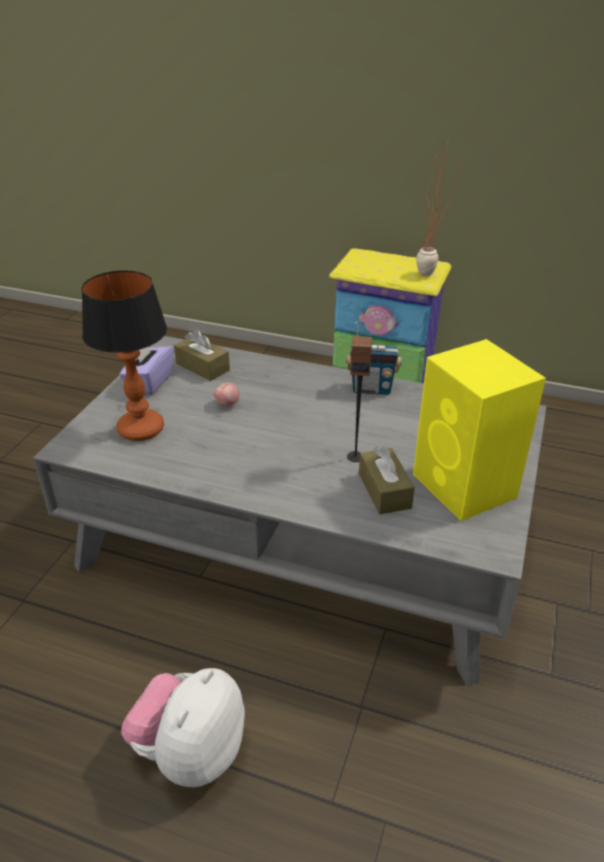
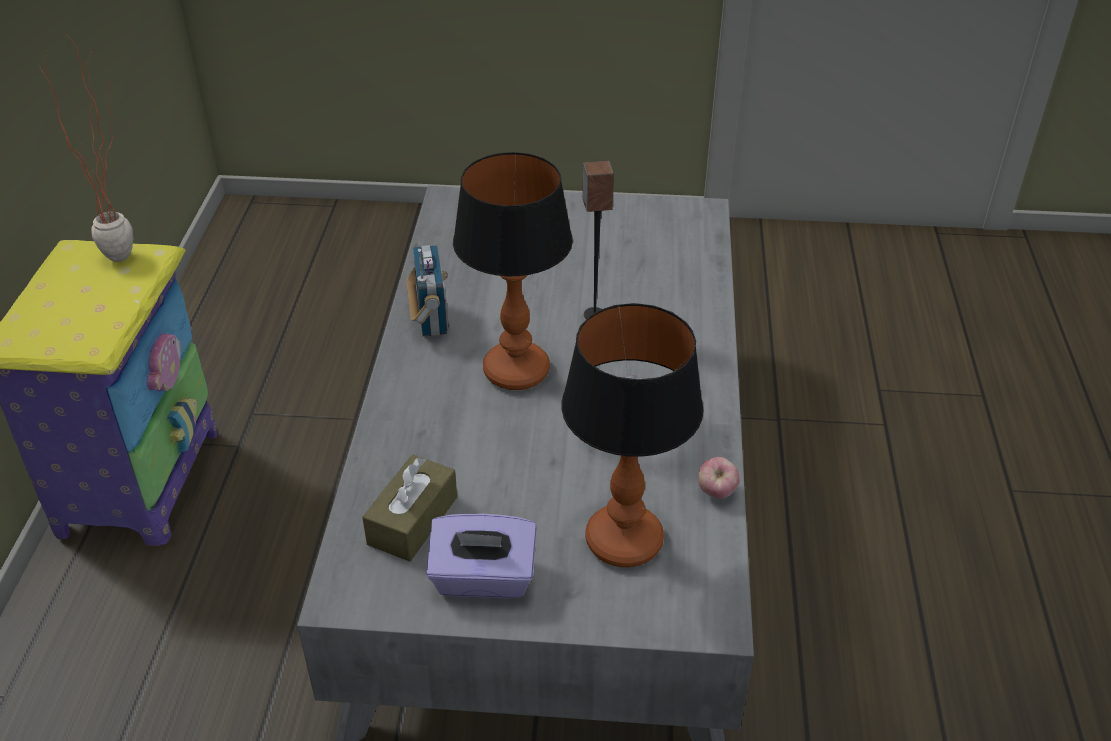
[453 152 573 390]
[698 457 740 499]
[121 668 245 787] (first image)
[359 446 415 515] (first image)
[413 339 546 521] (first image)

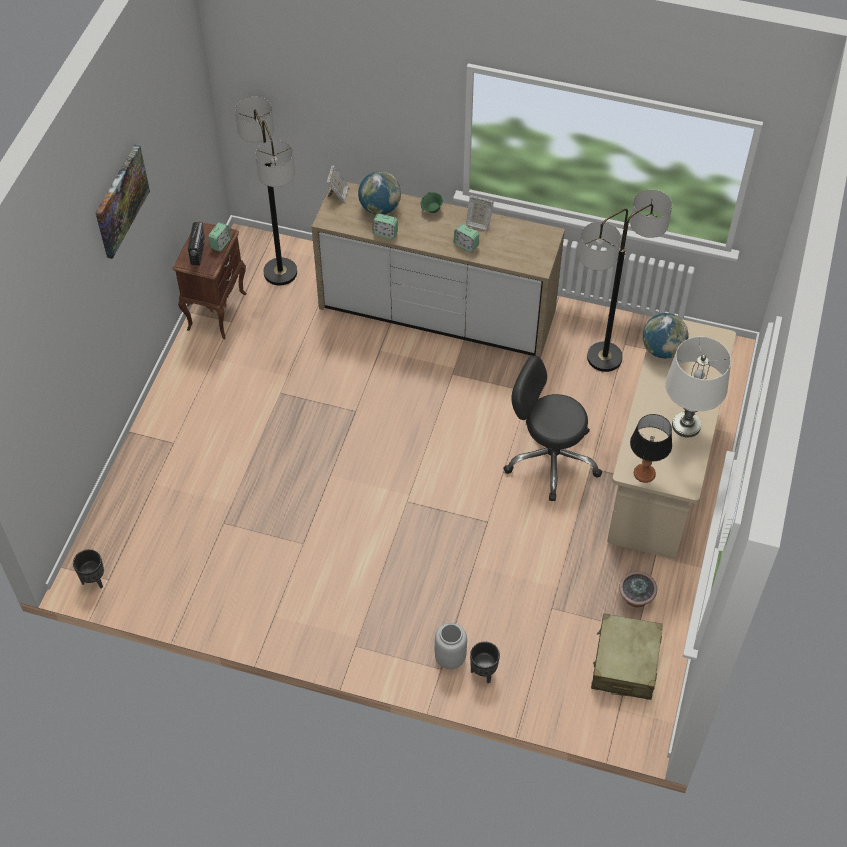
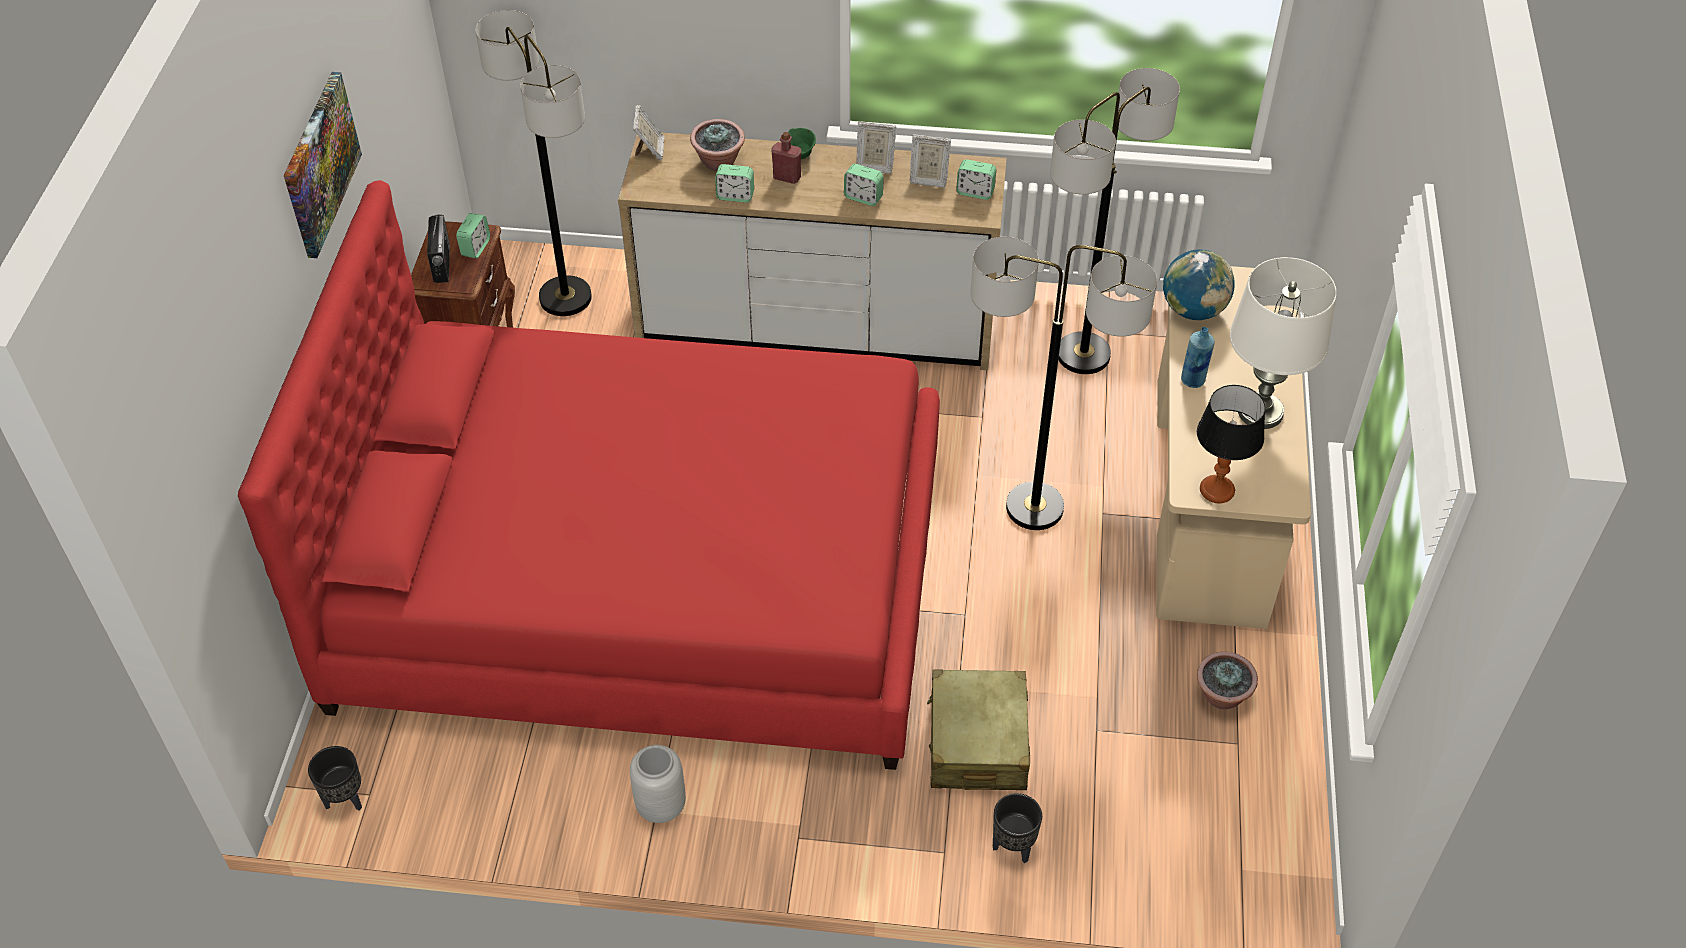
[238 180 940 770]
[630 745 686 823]
[690 119 745 171]
[771 132 801 184]
[910 135 951 188]
[927 670 1030 790]
[956 159 996 200]
[971 237 1157 530]
[1181 327 1215 388]

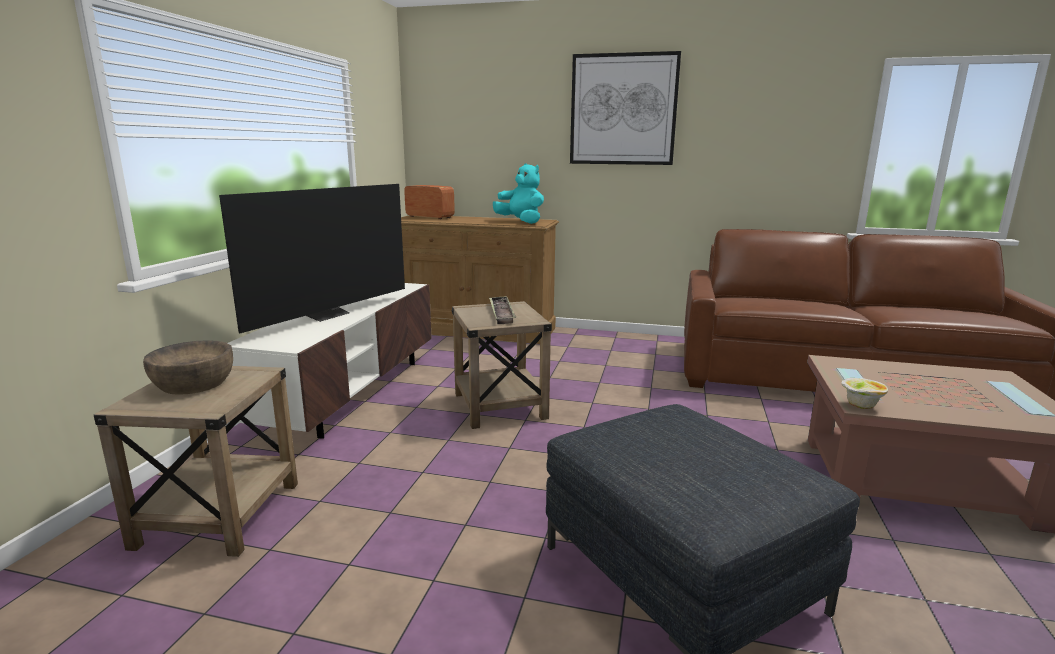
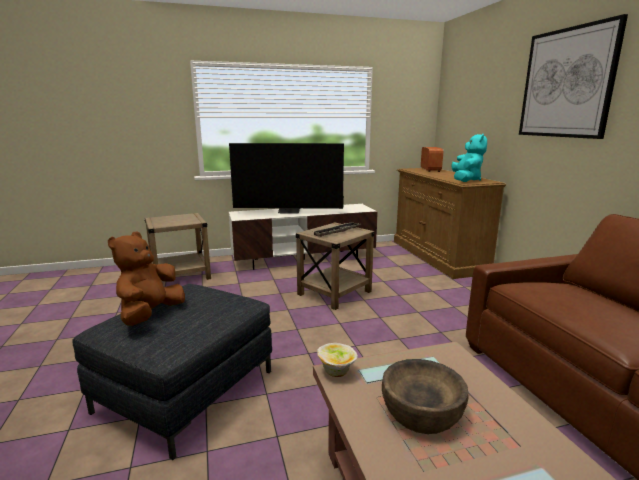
[108 232 185 326]
[382 359 469 434]

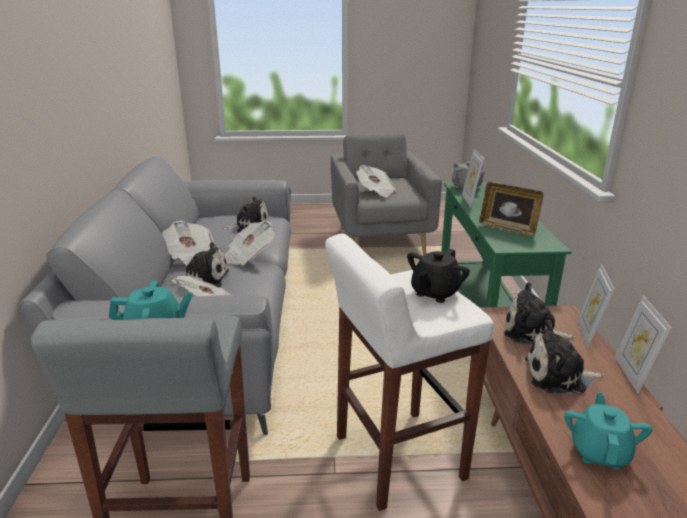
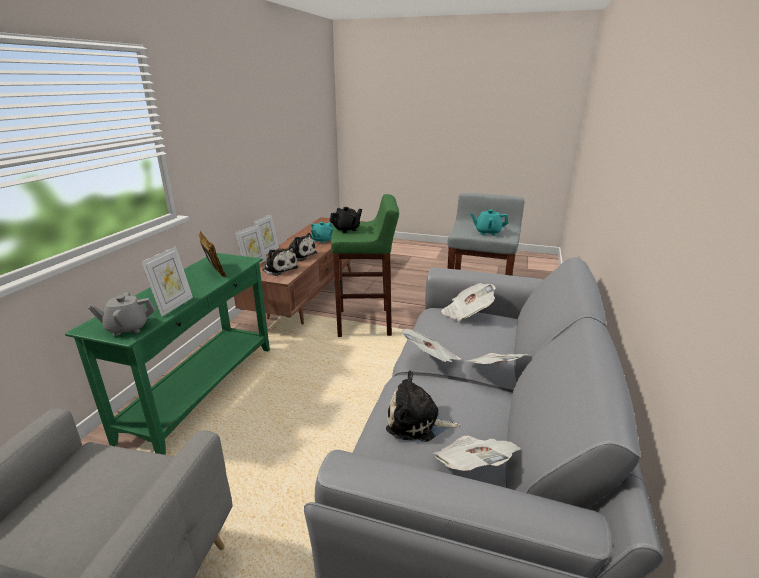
[331 194 399 337]
[433 435 521 471]
[169 242 229 287] (first image)

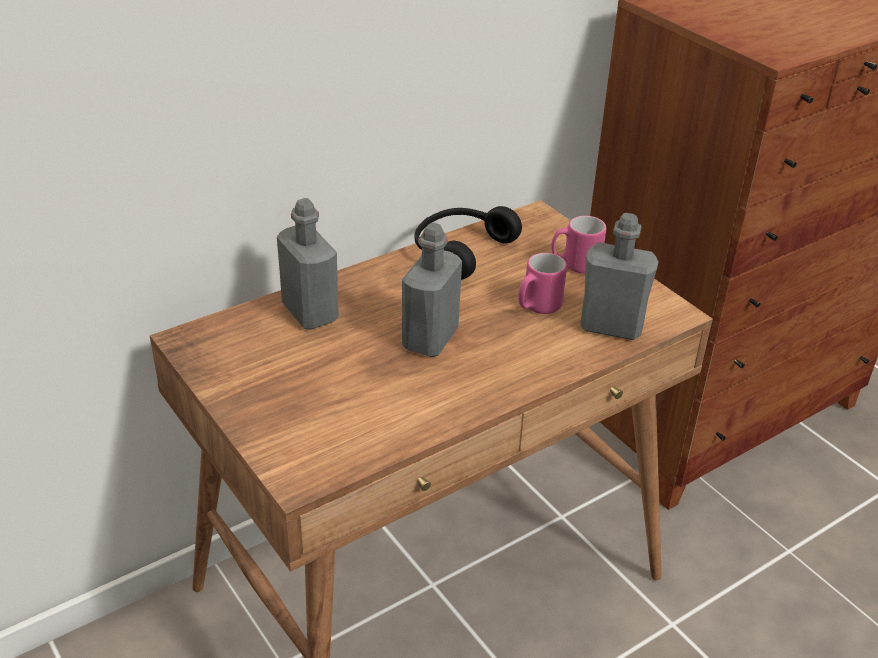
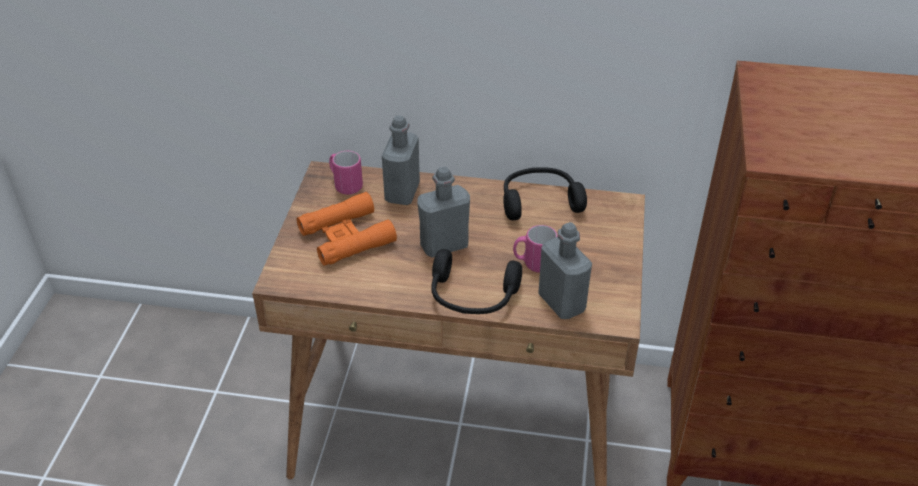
[297 192 397 266]
[329 151 363 195]
[431 249 522 314]

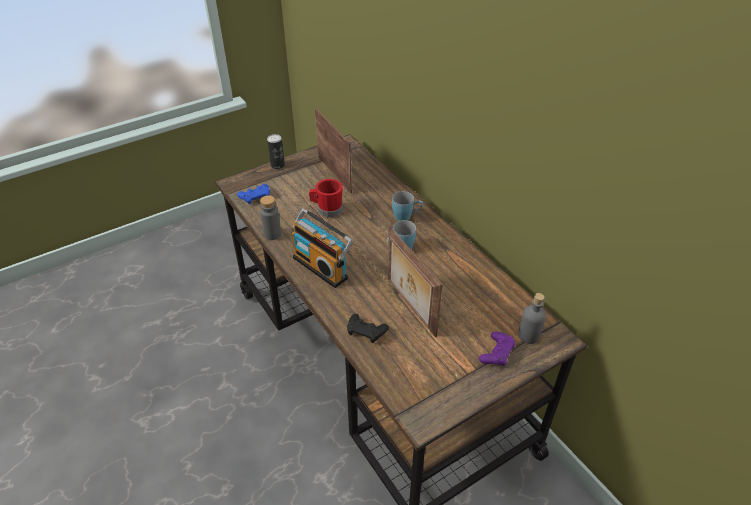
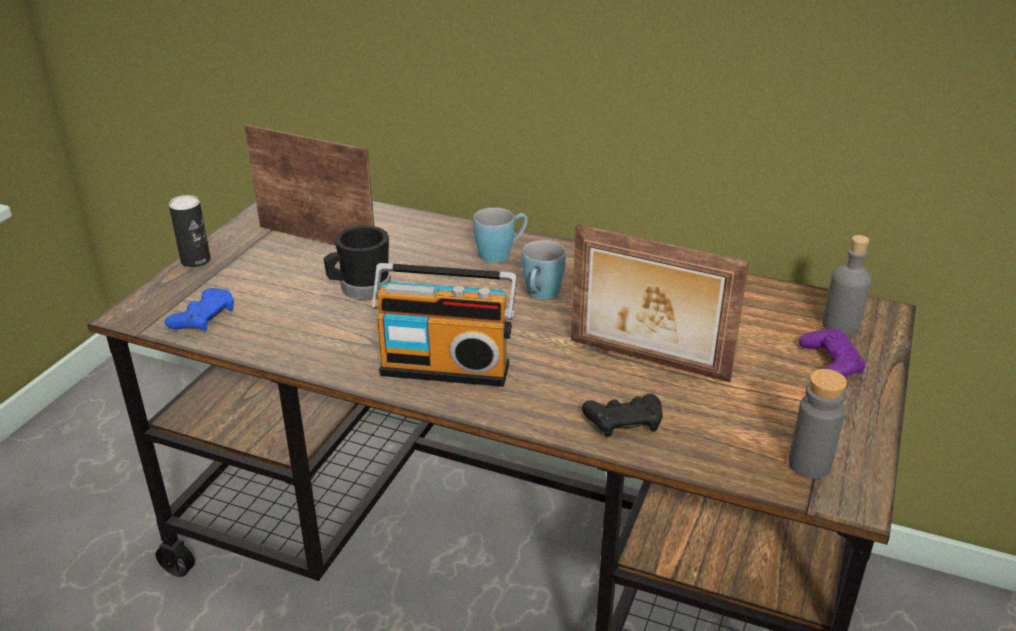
[323 225 391 300]
[789 369 847 479]

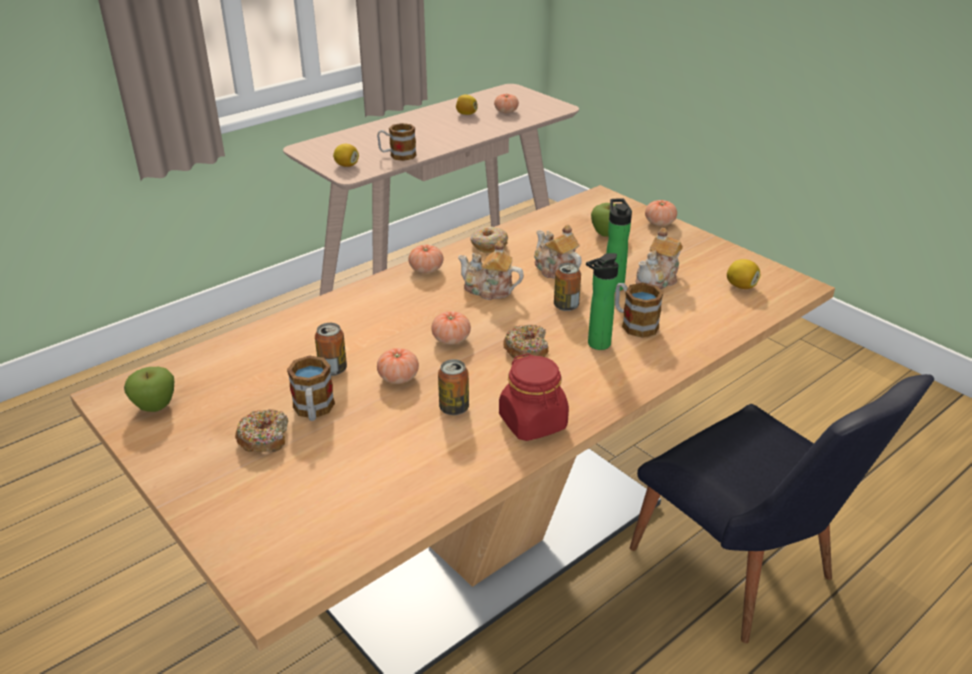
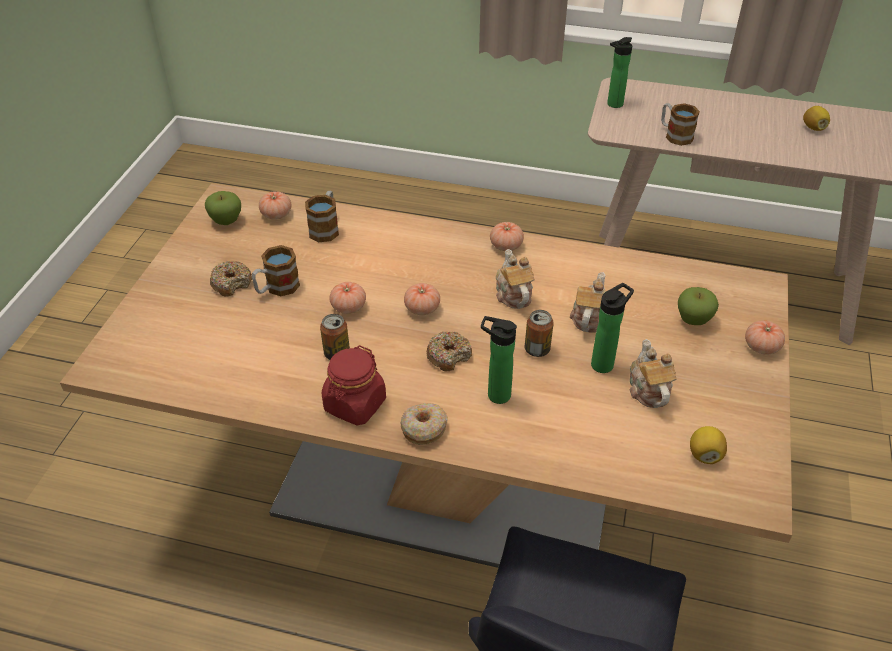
[259 192 291 220]
[305 191 339 242]
[401 403 448 445]
[607 37 632 108]
[630 339 677 408]
[315 323 347 376] (first image)
[333 144 359 167] (first image)

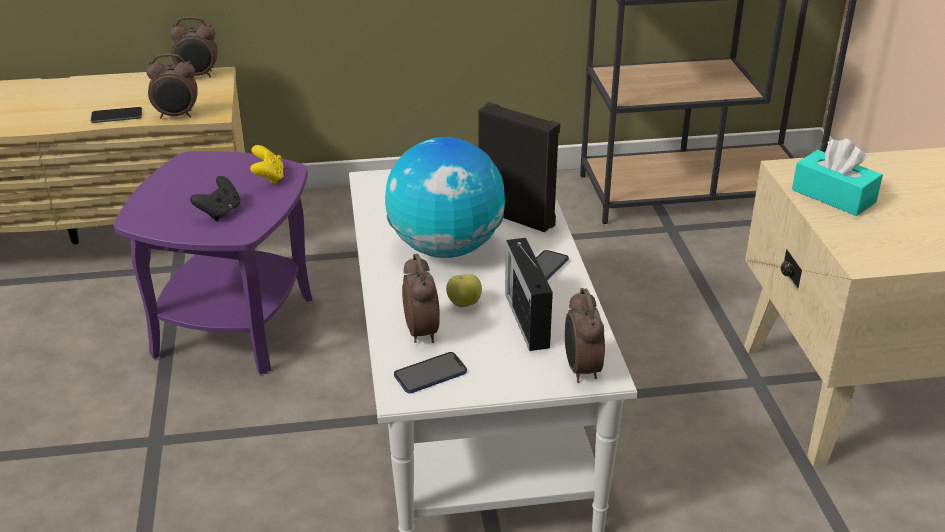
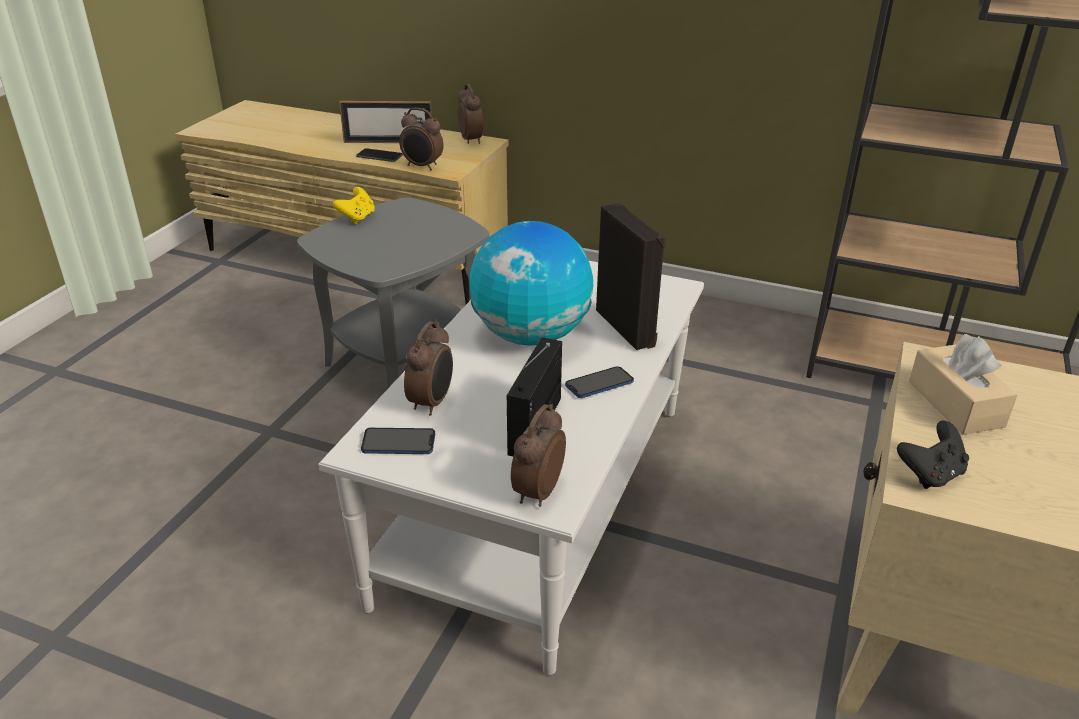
[297 197 489 388]
[333 187 375 224]
[339 101 432 143]
[458 84 484 144]
[897 421 969 489]
[909 334 1018 435]
[446 274 482 307] (first image)

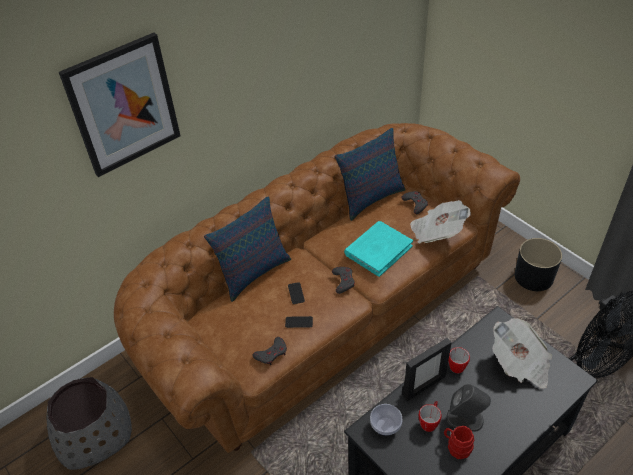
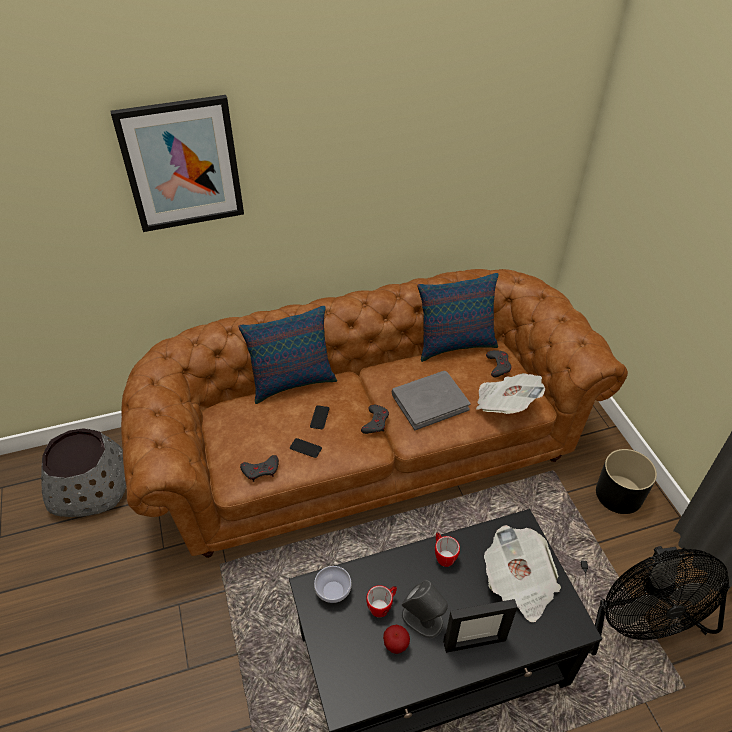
[383 625 410 654]
[392 371 471 430]
[443 599 517 653]

